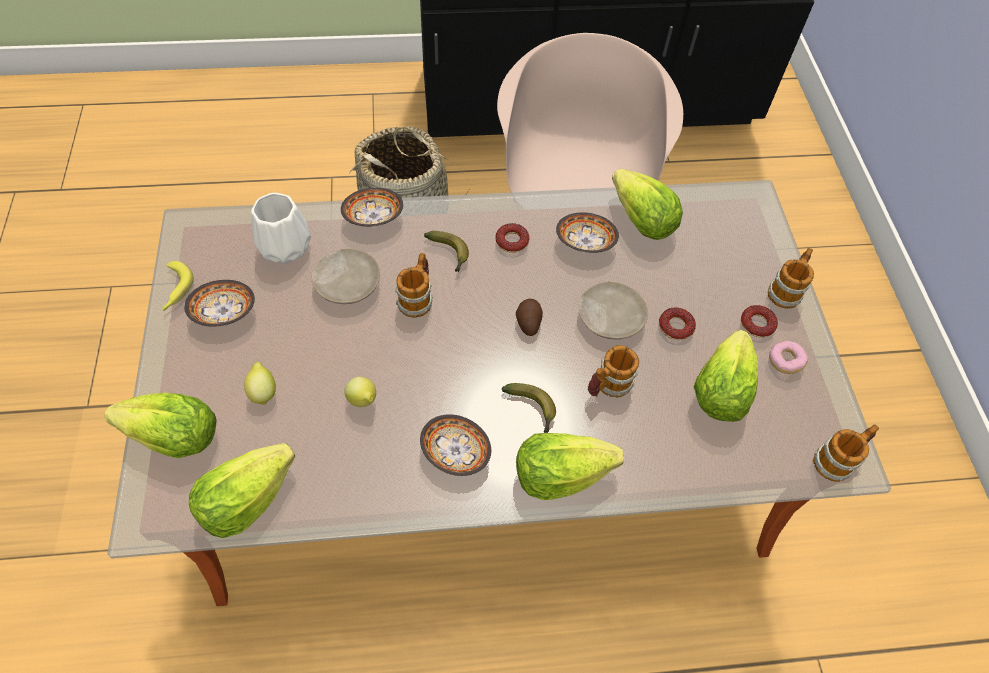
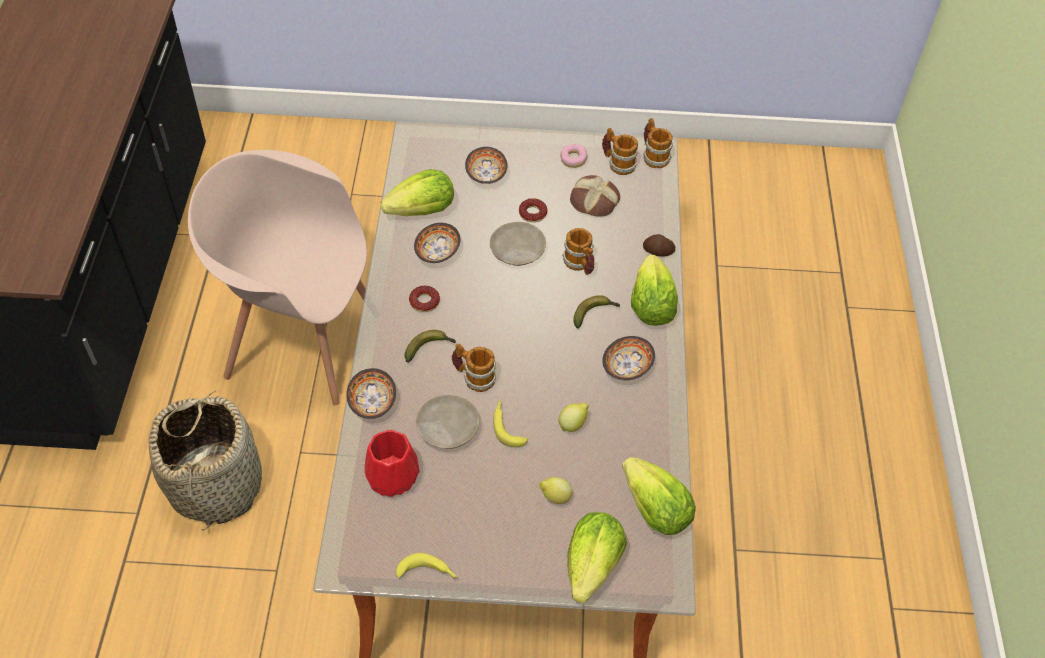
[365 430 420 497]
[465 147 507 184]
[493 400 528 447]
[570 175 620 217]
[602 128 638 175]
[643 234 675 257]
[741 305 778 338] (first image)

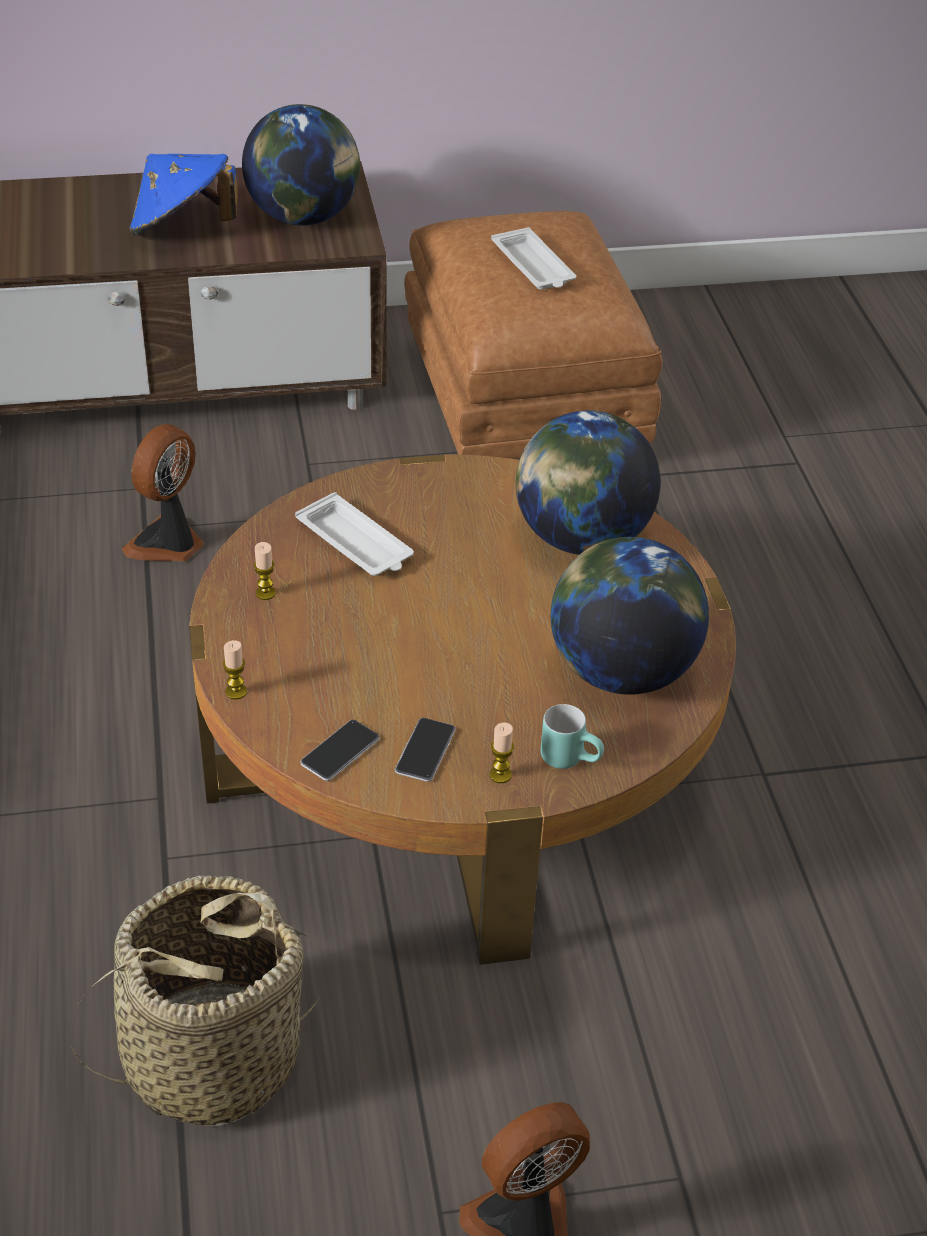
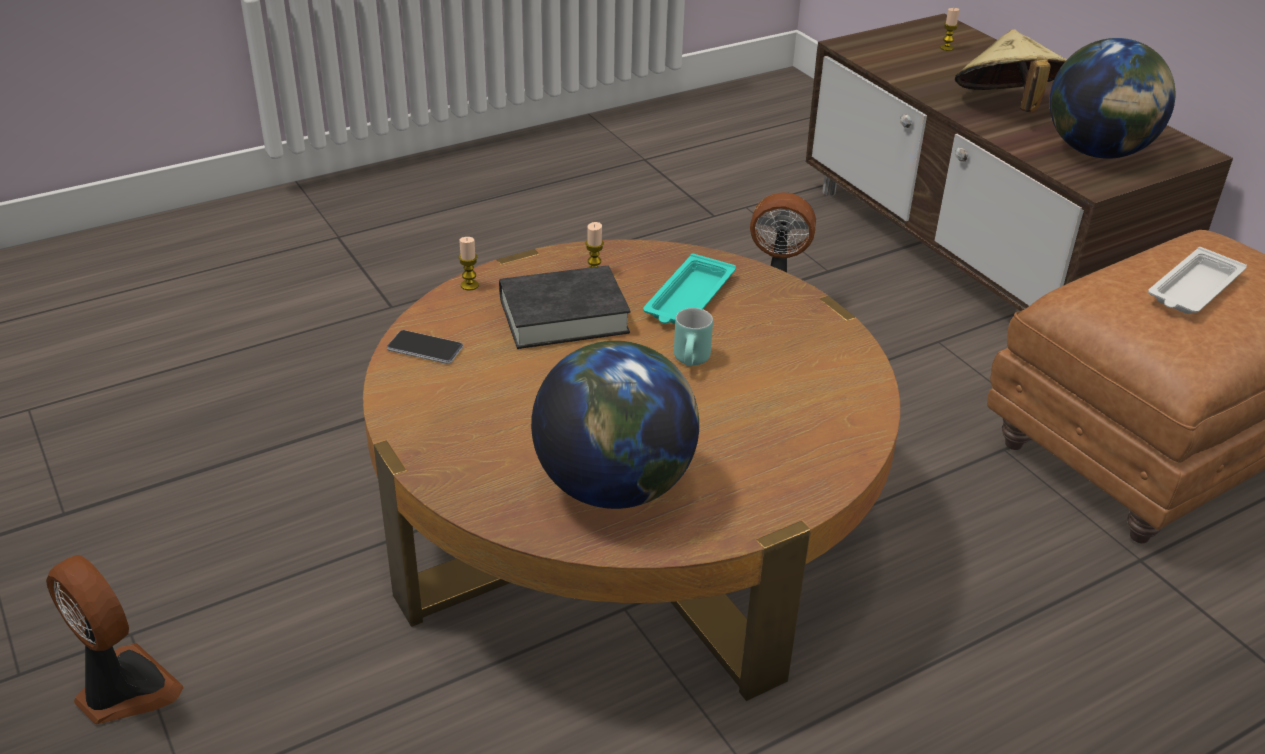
[499 265 631 349]
[643 253 736 324]
[674 308 713 366]
[940 8 960 51]
[955 29 1067 113]
[68 876 321 1126] (first image)
[395 718 455 782] (first image)
[516 411 661 555] (first image)

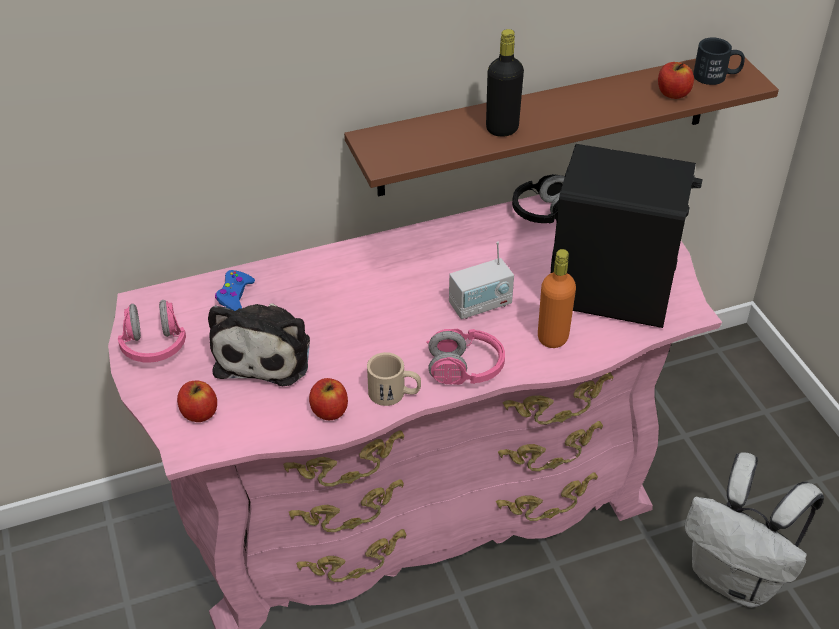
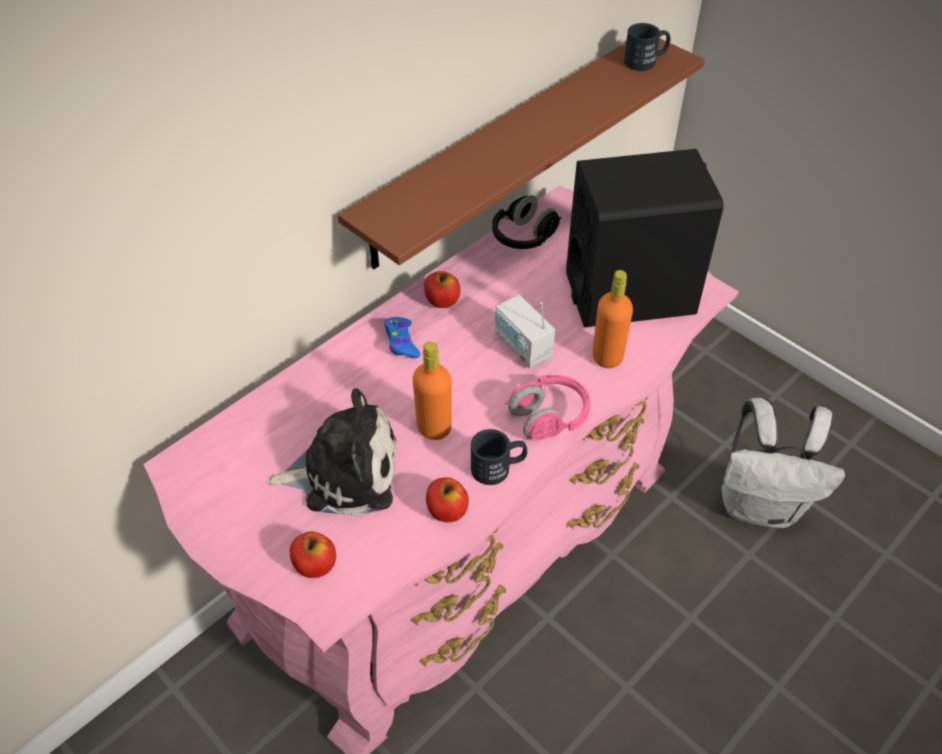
[267 388 396 516]
[384 317 420 358]
[413 342 452 440]
[424 271 460 308]
[471 429 527 485]
[495 295 555 369]
[118 300 186 363] (first image)
[486 29 524 137] (first image)

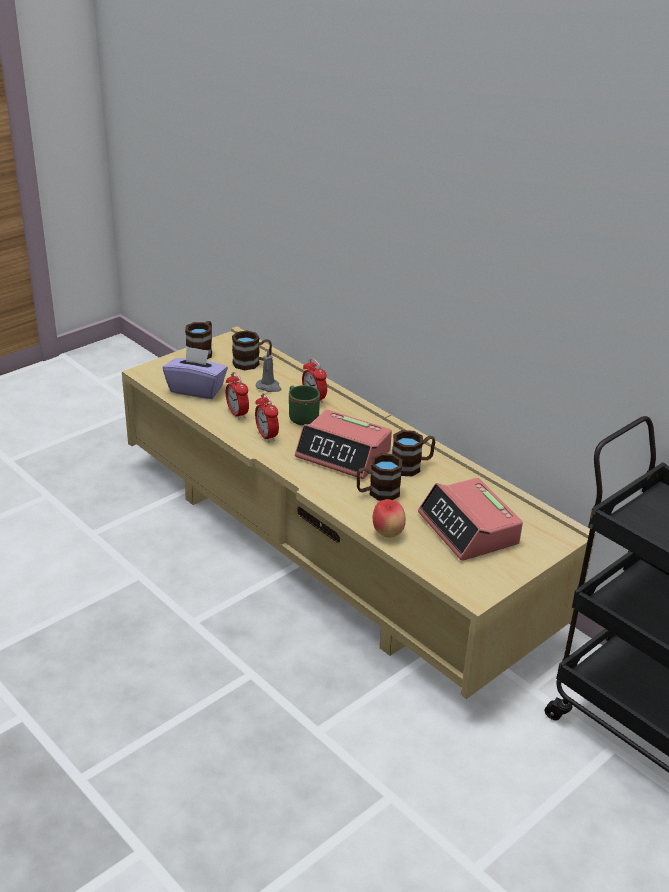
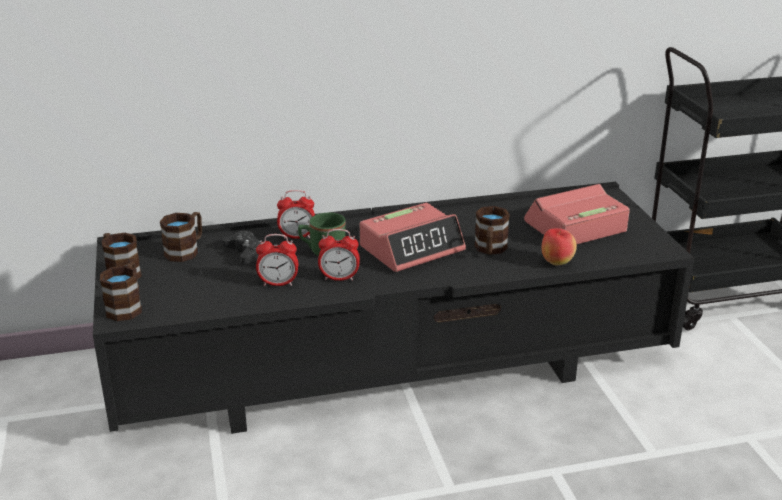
[93 182 695 434]
[100 262 142 321]
[222 231 261 264]
[524 184 630 244]
[163 346 228 399] (first image)

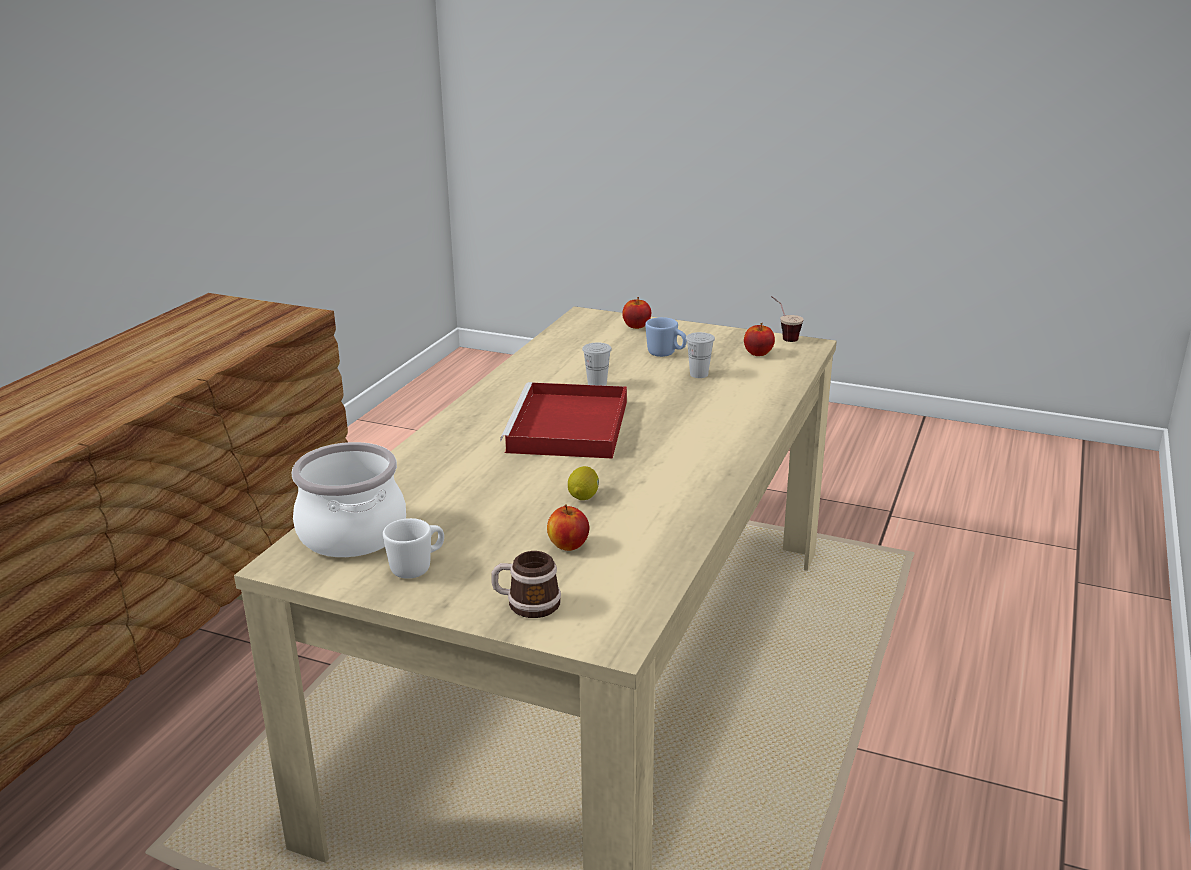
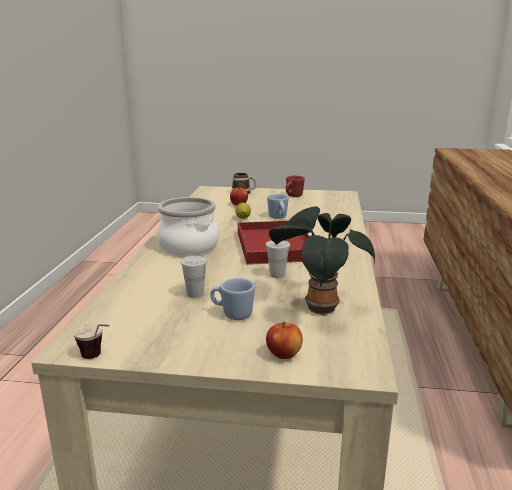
[157 197 219 256]
[267 194 289 219]
[269 206 375 316]
[286 176 305 197]
[744 323 775 356] (first image)

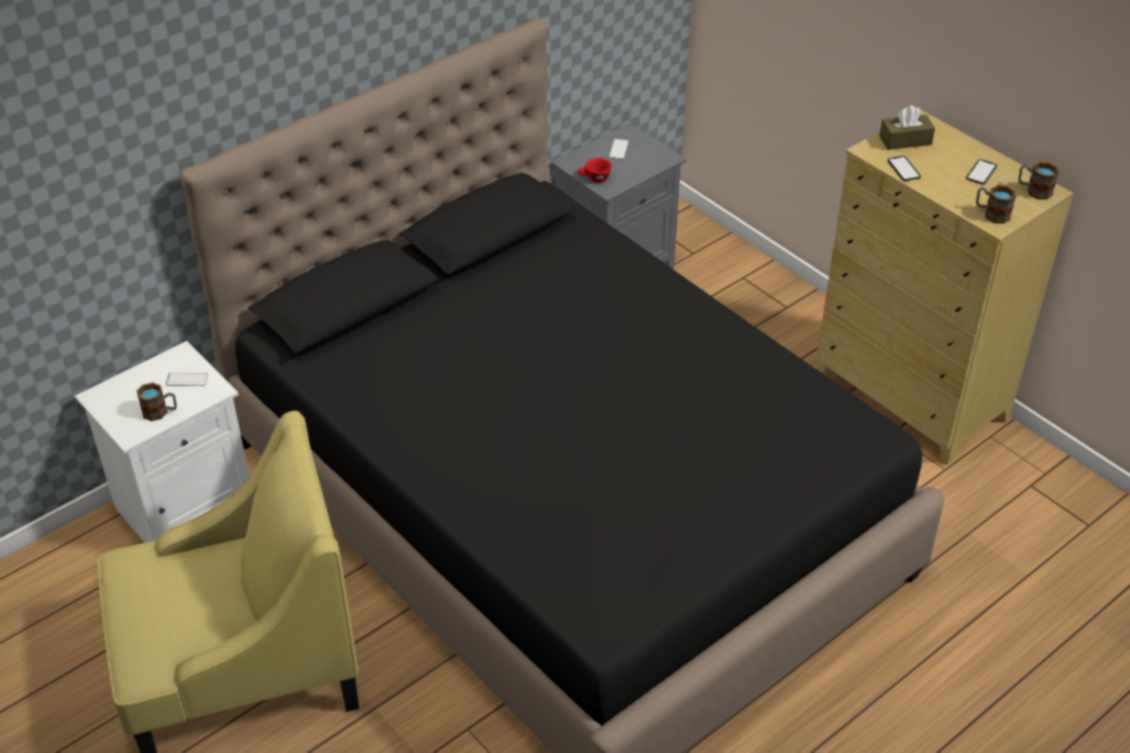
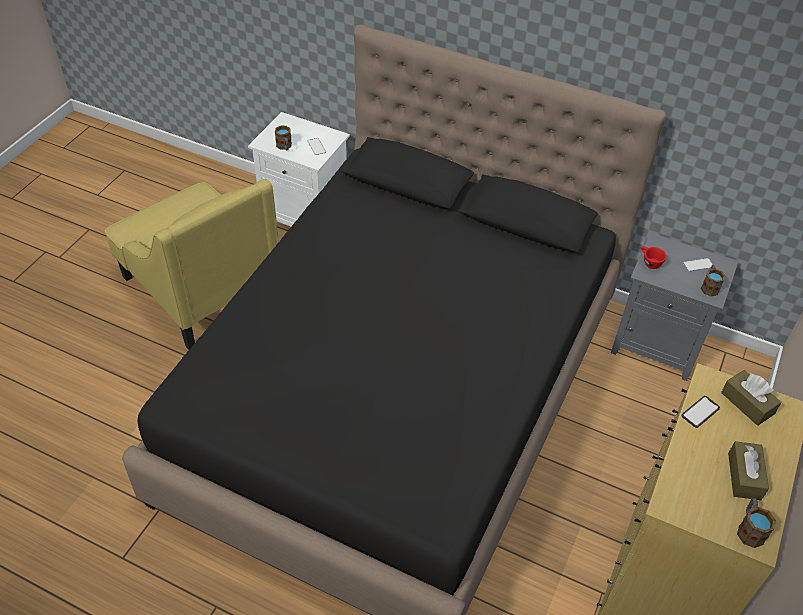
[701 265 726 296]
[728 441 769 500]

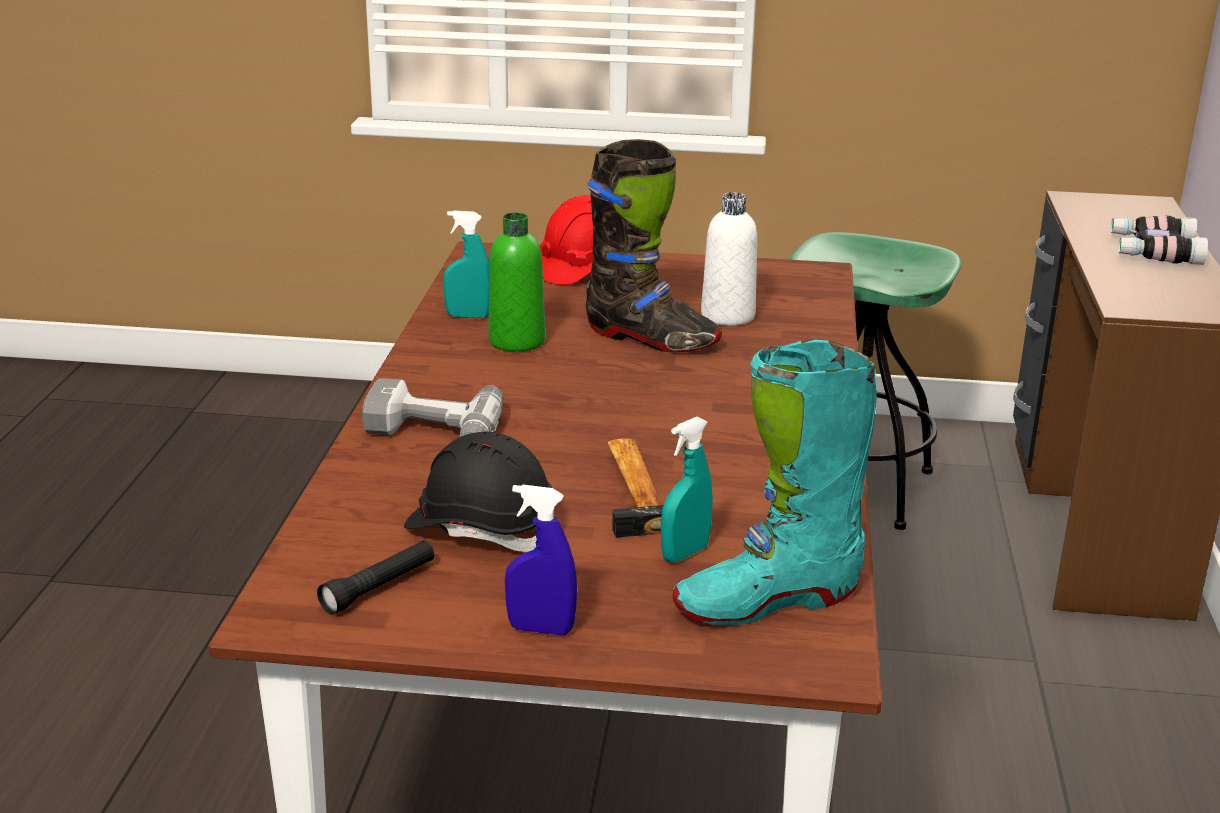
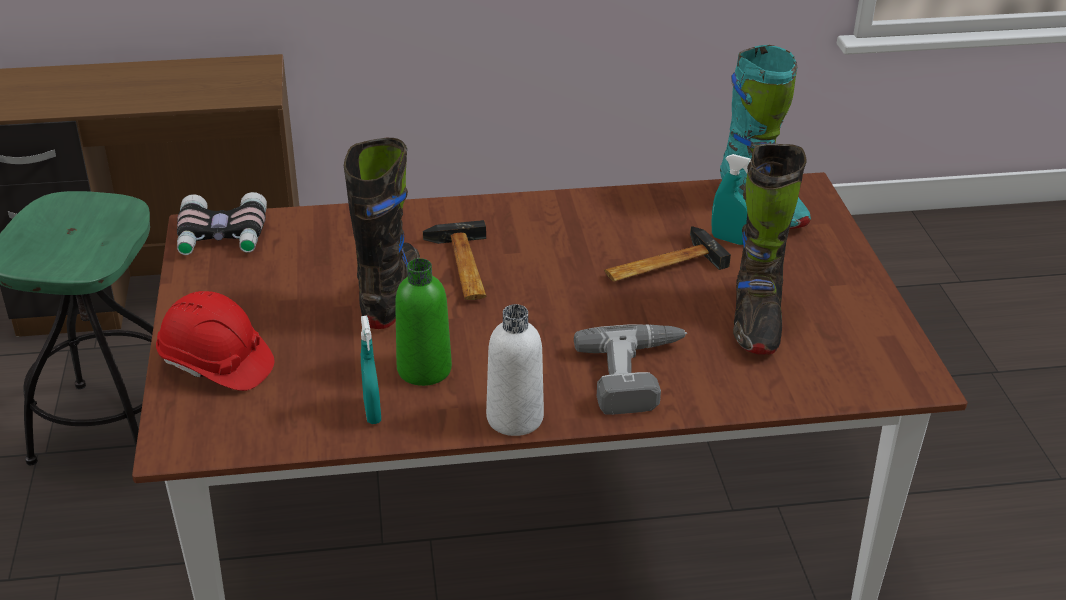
[177 192 267 255]
[423 220 486 300]
[486 304 544 436]
[733 144 807 355]
[317 540 434 615] (first image)
[505 484 577 635] (first image)

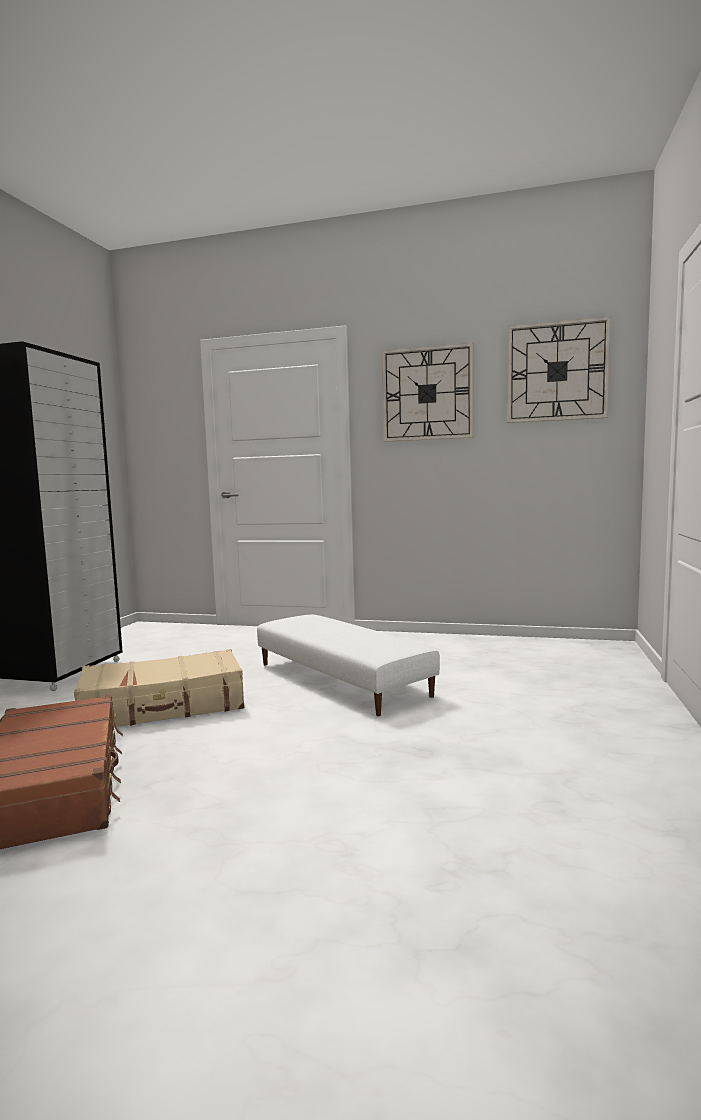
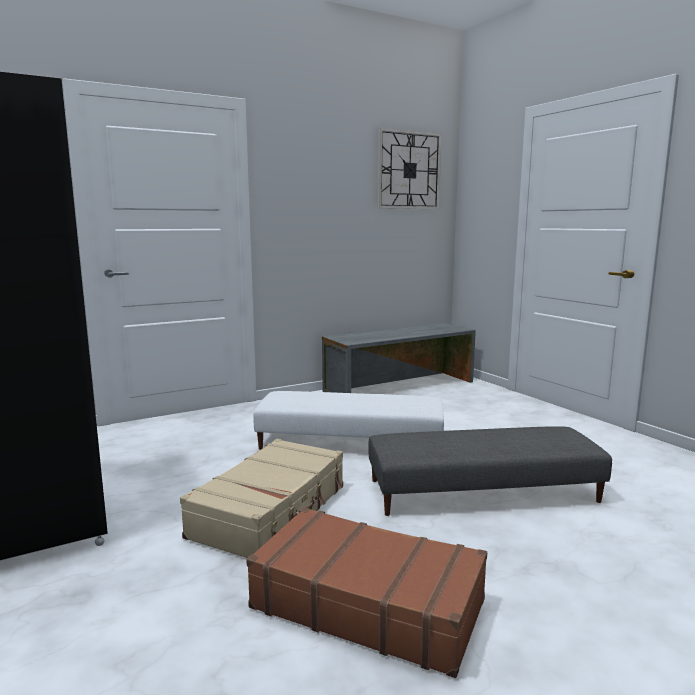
[322 323 476 393]
[368 426 612 516]
[382 343 473 442] (first image)

